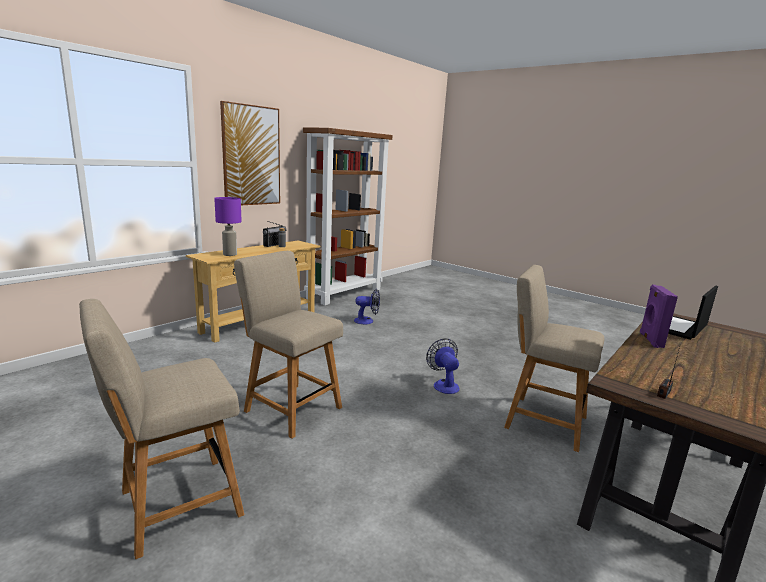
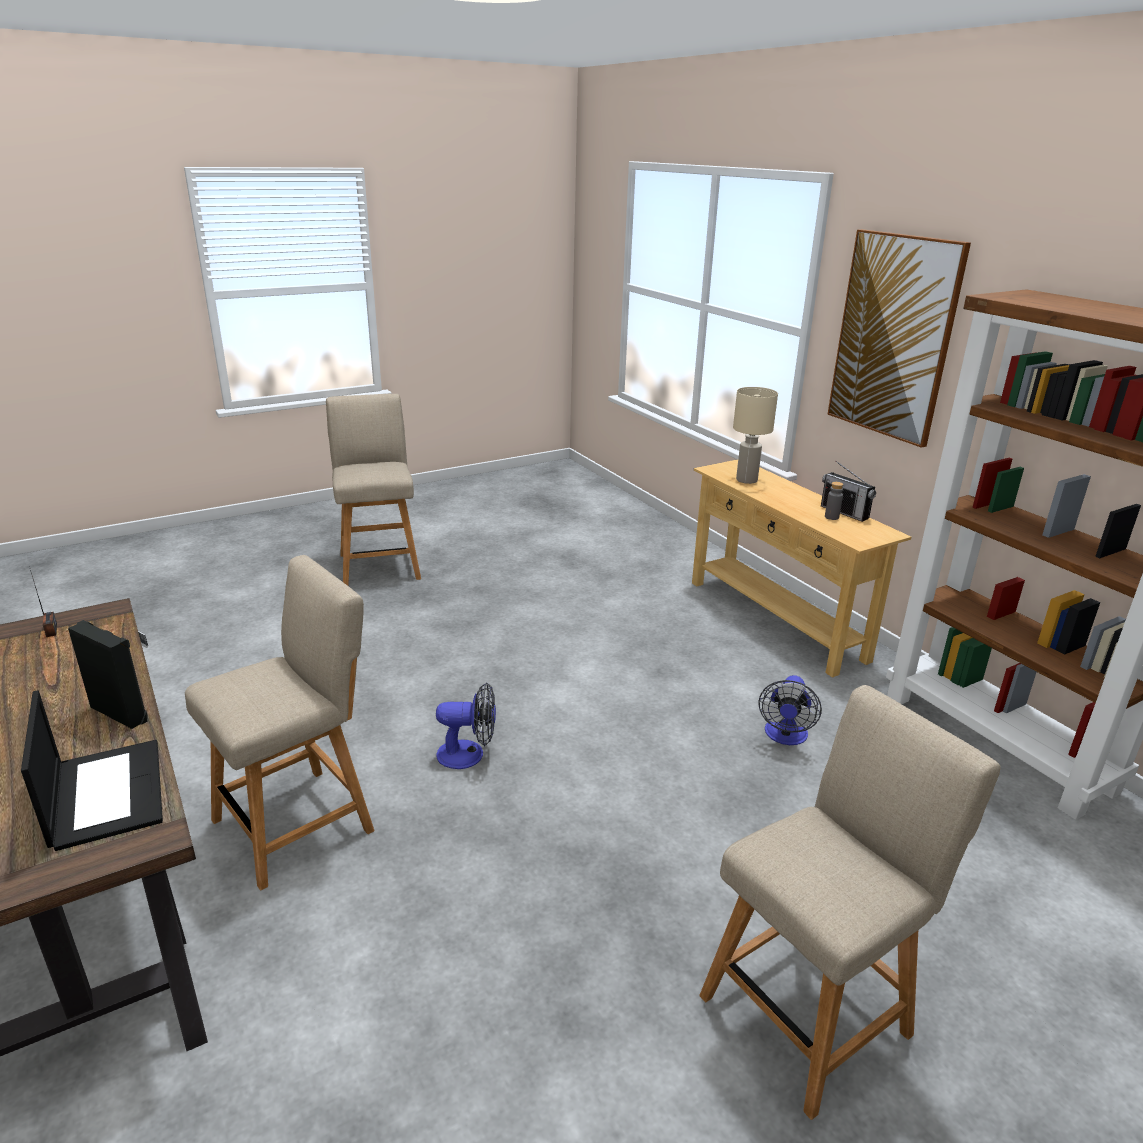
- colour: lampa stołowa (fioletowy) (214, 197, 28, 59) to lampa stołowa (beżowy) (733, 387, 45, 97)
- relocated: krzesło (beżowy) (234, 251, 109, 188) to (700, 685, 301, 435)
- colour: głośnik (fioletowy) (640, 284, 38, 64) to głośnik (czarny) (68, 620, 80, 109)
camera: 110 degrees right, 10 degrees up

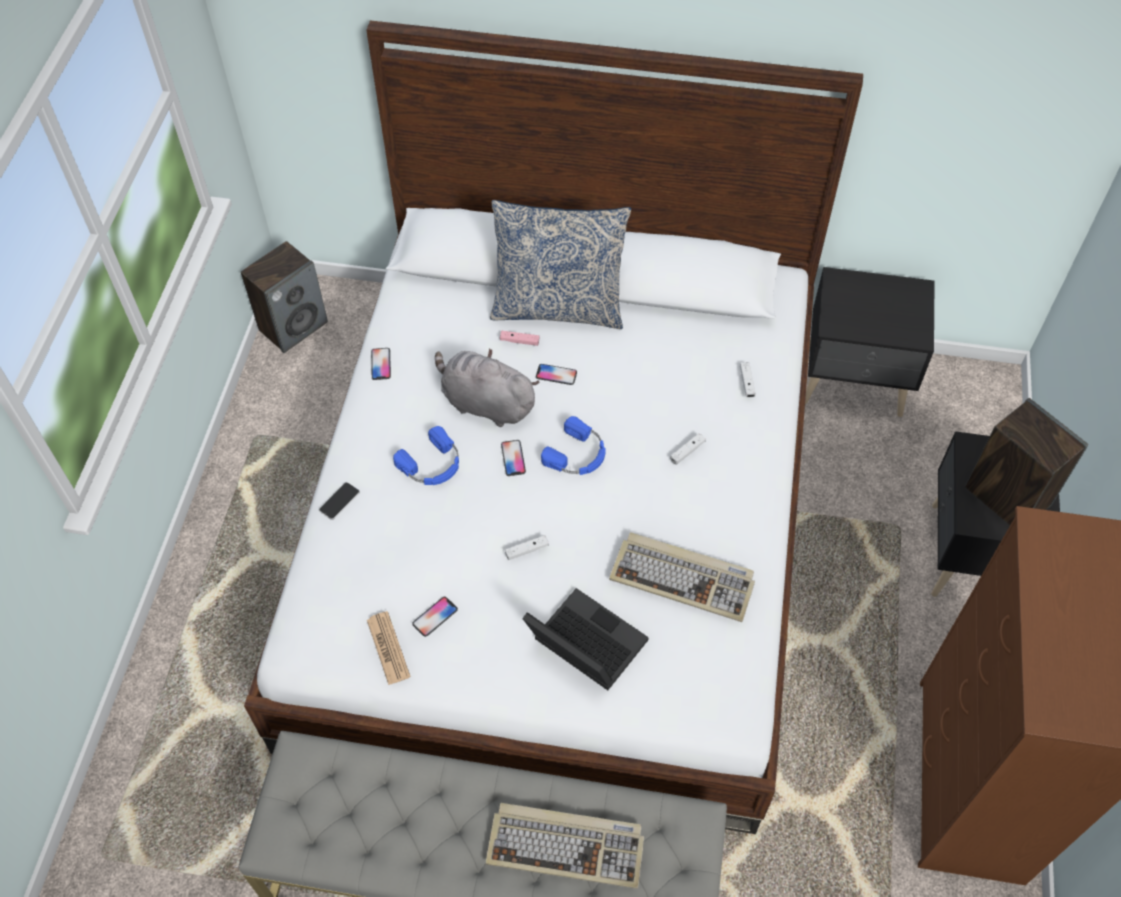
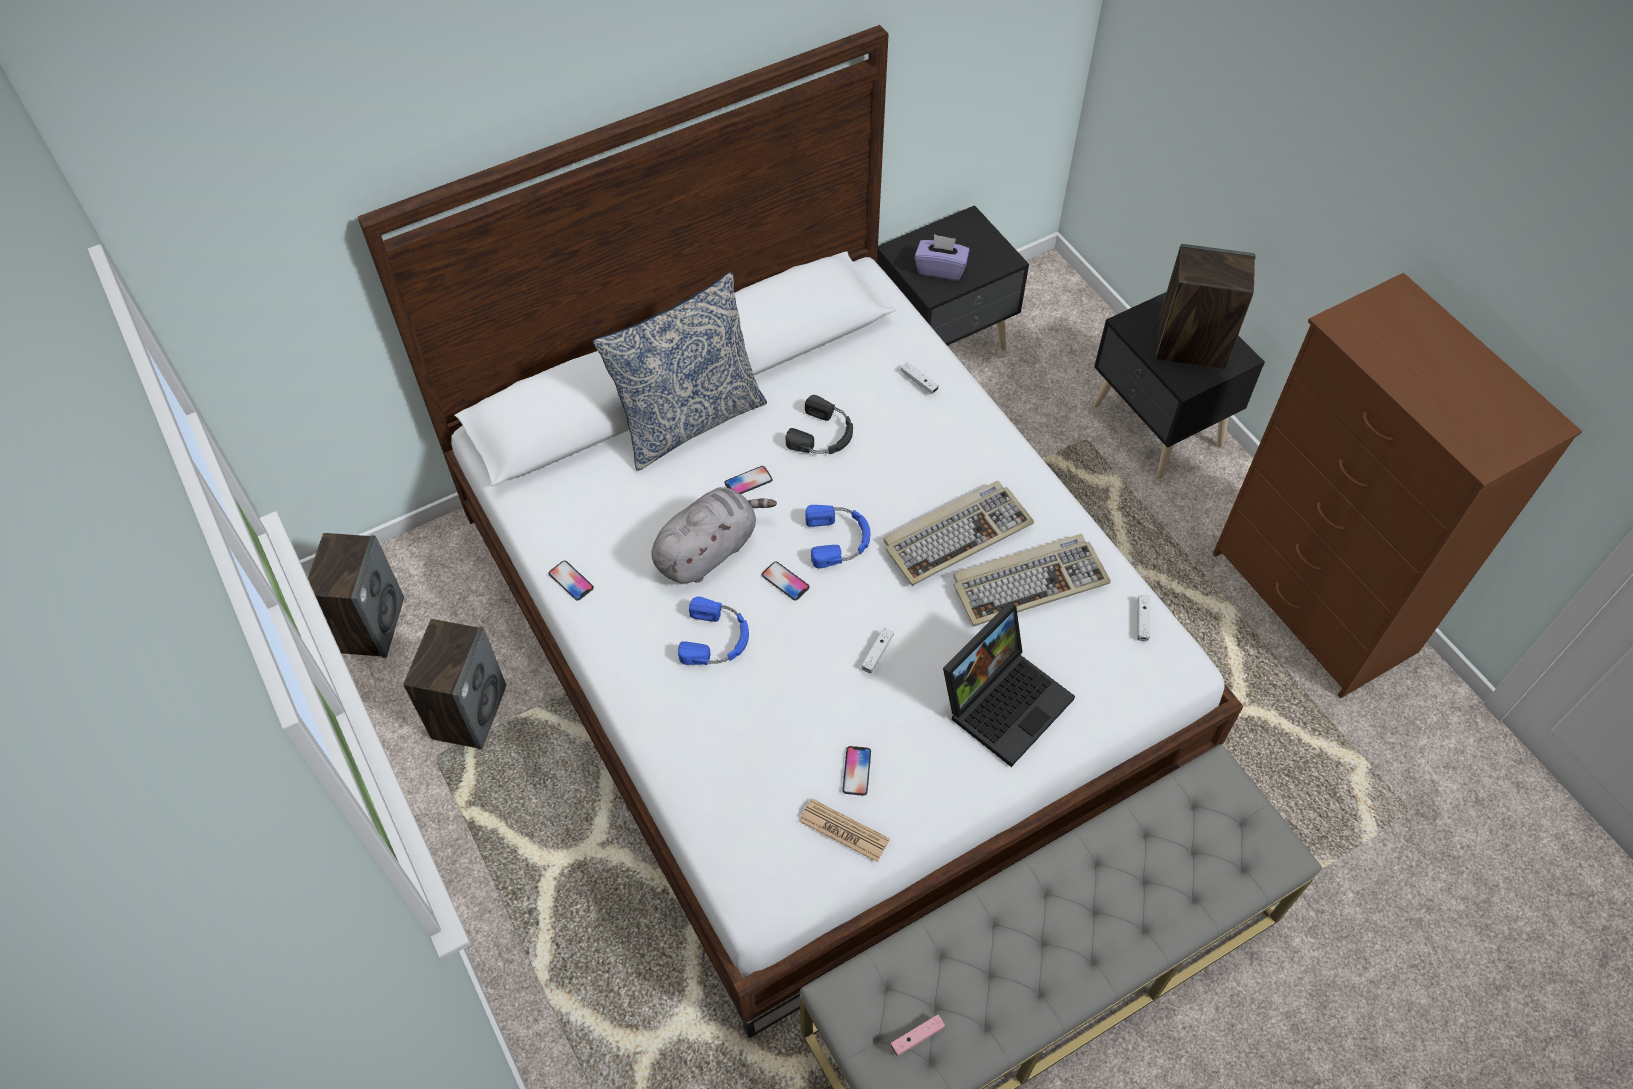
- missing: telefon (319, 482, 41, 38)
- spun: pluszak (szary) (435, 348, 105, 79) = (651, 487, 126, 97) 150 degrees clockwise
- relocated: klawiatura (486, 803, 158, 86) to (884, 481, 150, 105)
- relocated: pad do gier (różowy) (500, 331, 39, 15) to (891, 1014, 54, 42)
- spun: laptop (522, 588, 127, 102) = (943, 602, 132, 165) 135 degrees clockwise
- relocated: pad do gier (biały) (670, 433, 36, 32) to (1137, 595, 13, 46)
- appeared: głośnik (403, 619, 103, 130)
- appeared: słuchawki (czarny) (786, 395, 67, 59)
- appeared: pudełko chusteczek (fioletowy) (915, 234, 55, 47)
camera: 40 degrees left, 0 degrees up

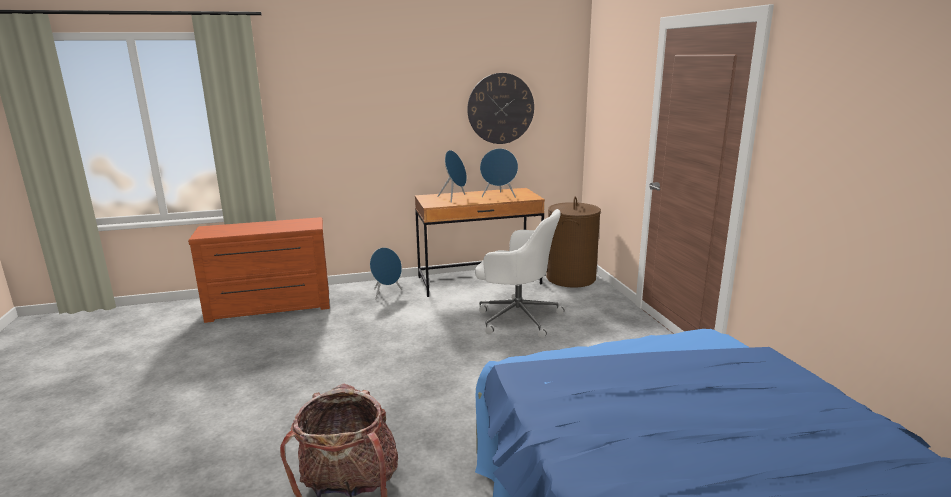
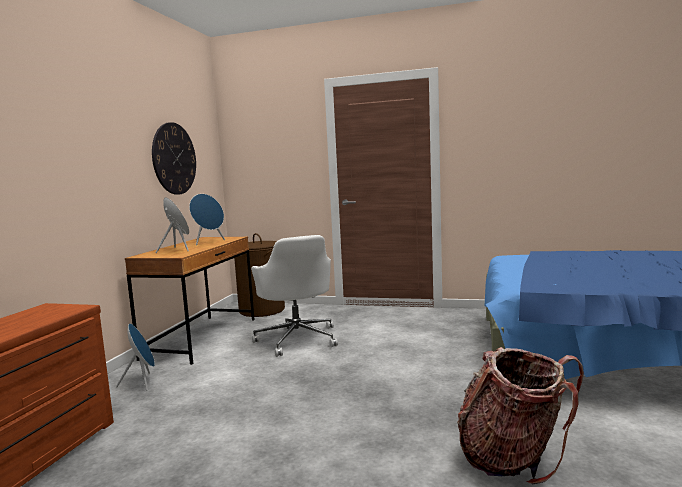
- spun: krzesło biurowe (biały) (475, 209, 90, 129) = (251, 235, 87, 122) 105 degrees clockwise
camera: 60 degrees left, 10 degrees down

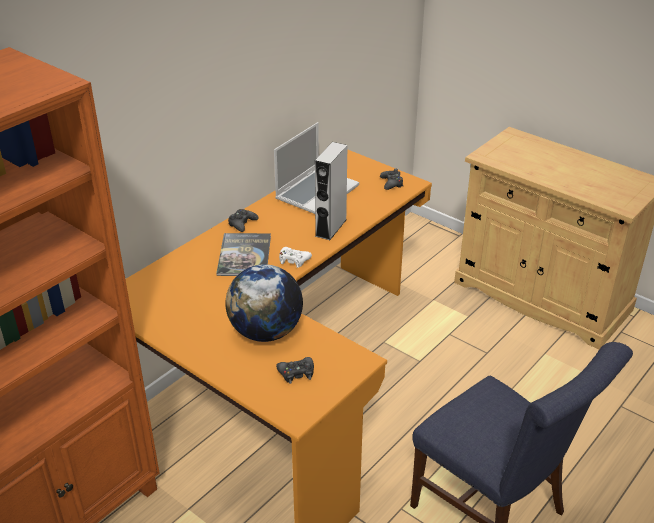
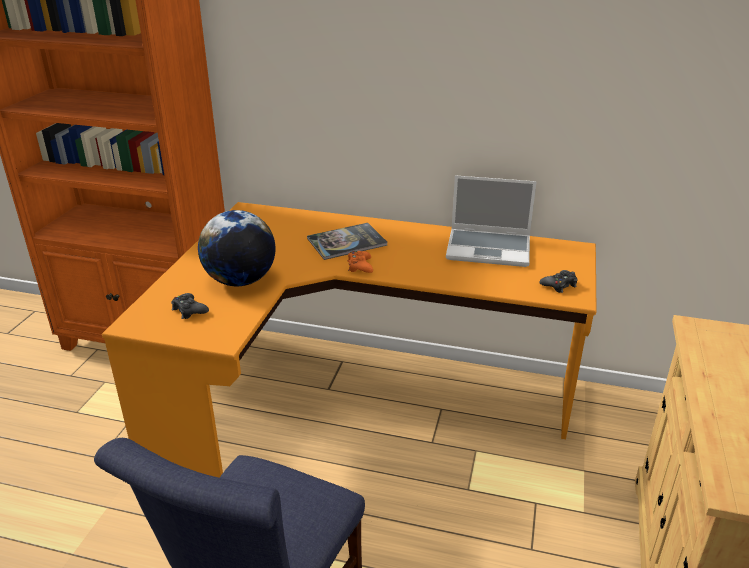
- missing: pad do gier (czarny) (228, 209, 31, 23)
- colour: pad do gier (biały) (279, 247, 33, 21) to pad do gier (pomarańczowy) (347, 251, 26, 22)
- missing: głośnik (szary) (315, 142, 33, 98)
camera: 65 degrees right, 5 degrees down

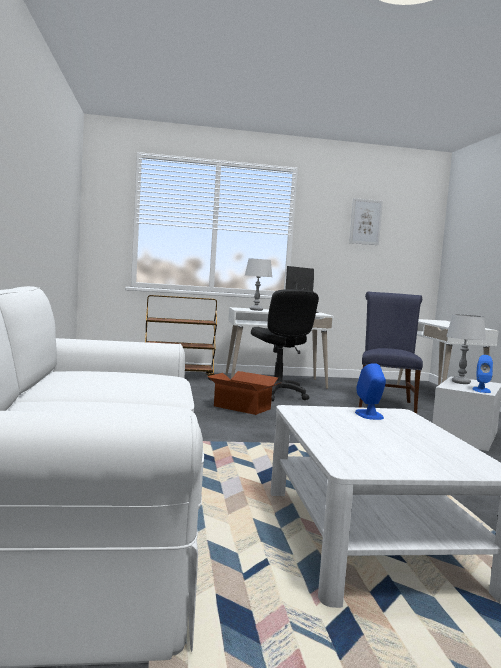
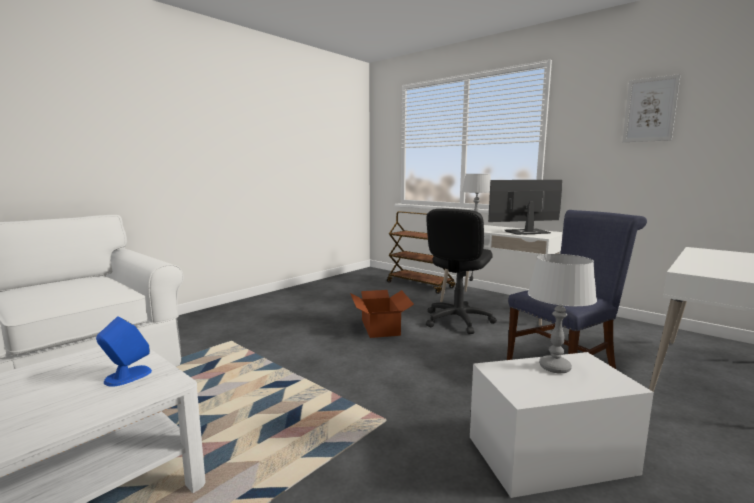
- missing: głośnik (niebieski) (473, 355, 20, 38)
camera: 50 degrees right, 5 degrees up

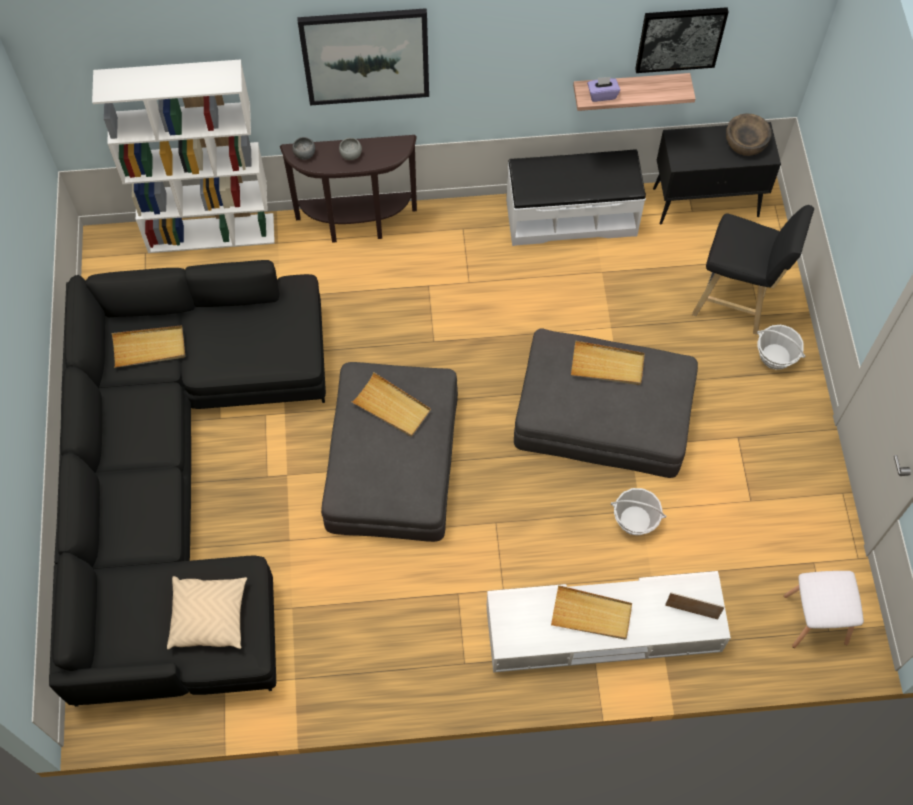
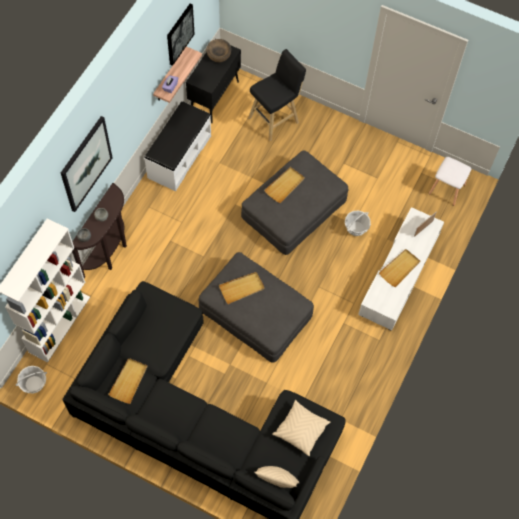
- relocated: koszyk (757, 325, 48, 45) to (16, 366, 31, 27)
- appeared: poduszka (beżowy) (254, 466, 46, 22)
camera: 60 degrees left, 0 degrees up

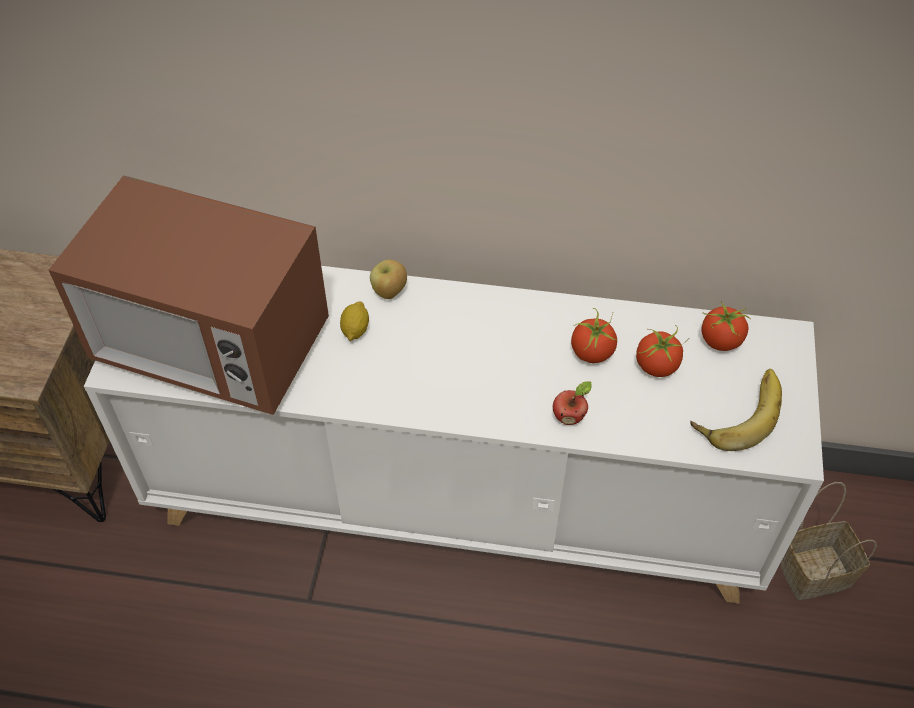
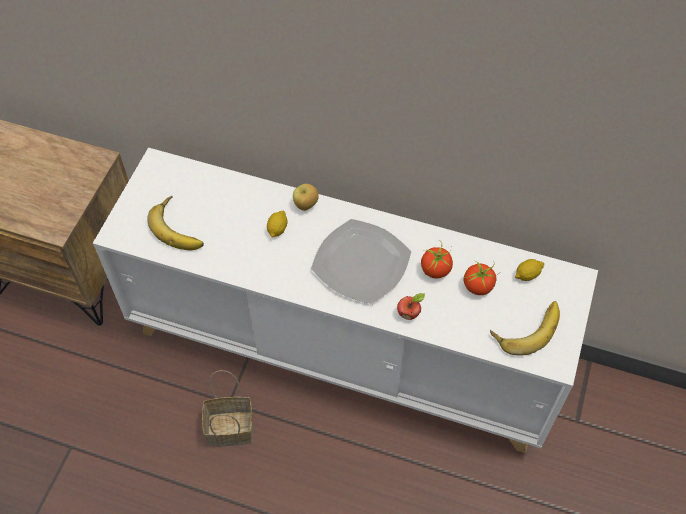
- exchanged: mikrofalówka (49, 175, 280, 240) to banan (147, 196, 57, 54)
- exchanged: pomidor (701, 301, 50, 50) to cytryna (515, 259, 29, 22)
- relocated: koszyk (780, 482, 97, 118) to (202, 370, 51, 77)
- appeared: talerz (311, 219, 100, 85)
camera: 10 degrees right, 5 degrees up

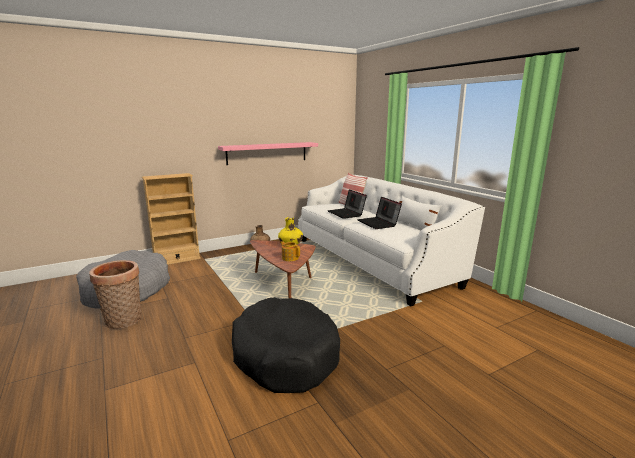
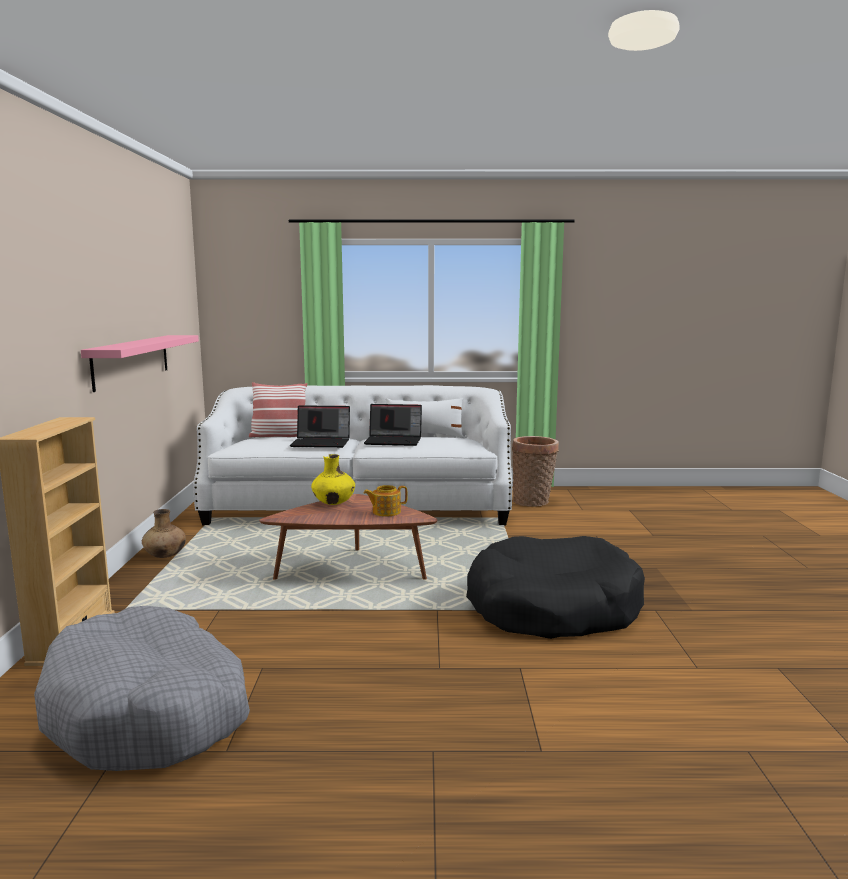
- relocated: koszyk (89, 260, 52, 69) to (512, 436, 47, 71)
camera: 60 degrees left, 5 degrees down

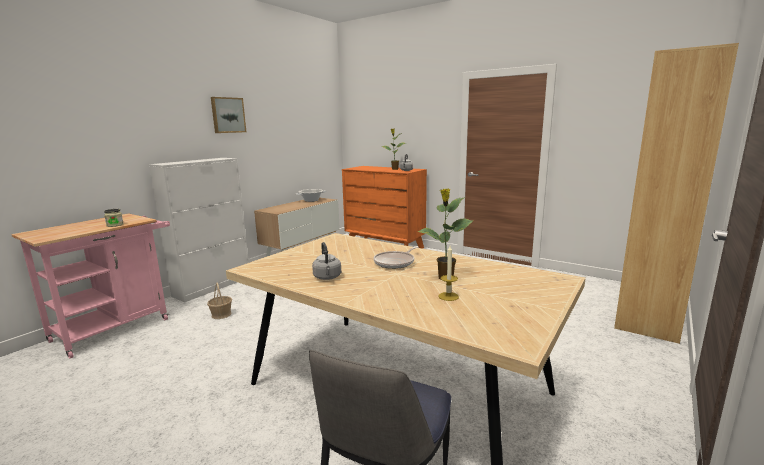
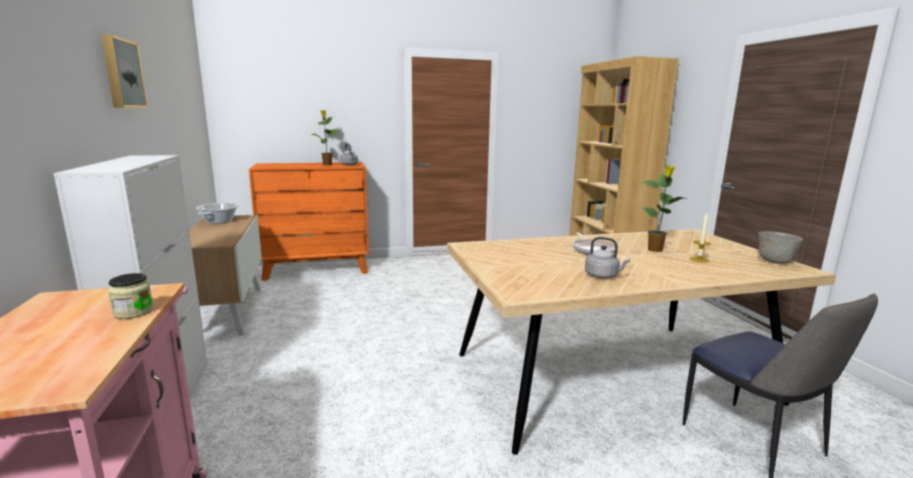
- missing: koszyk (207, 283, 25, 36)
- appeared: miska (szary) (758, 231, 45, 33)
camera: 50 degrees left, 0 degrees up

